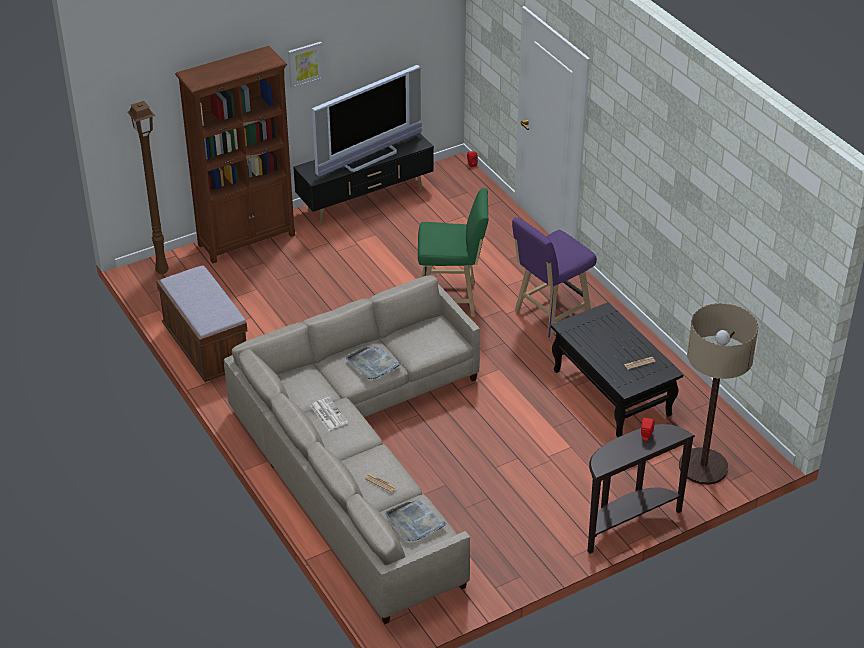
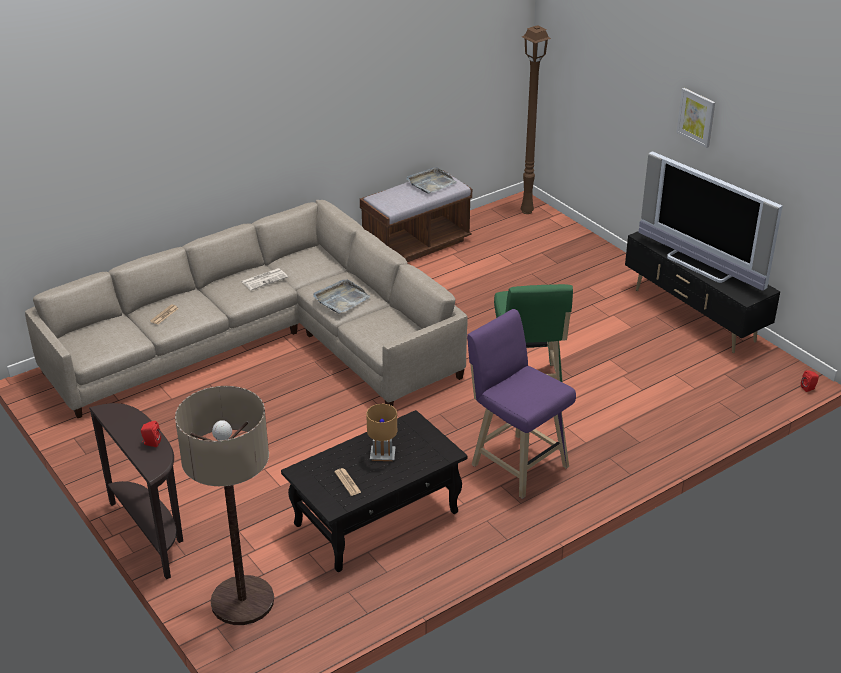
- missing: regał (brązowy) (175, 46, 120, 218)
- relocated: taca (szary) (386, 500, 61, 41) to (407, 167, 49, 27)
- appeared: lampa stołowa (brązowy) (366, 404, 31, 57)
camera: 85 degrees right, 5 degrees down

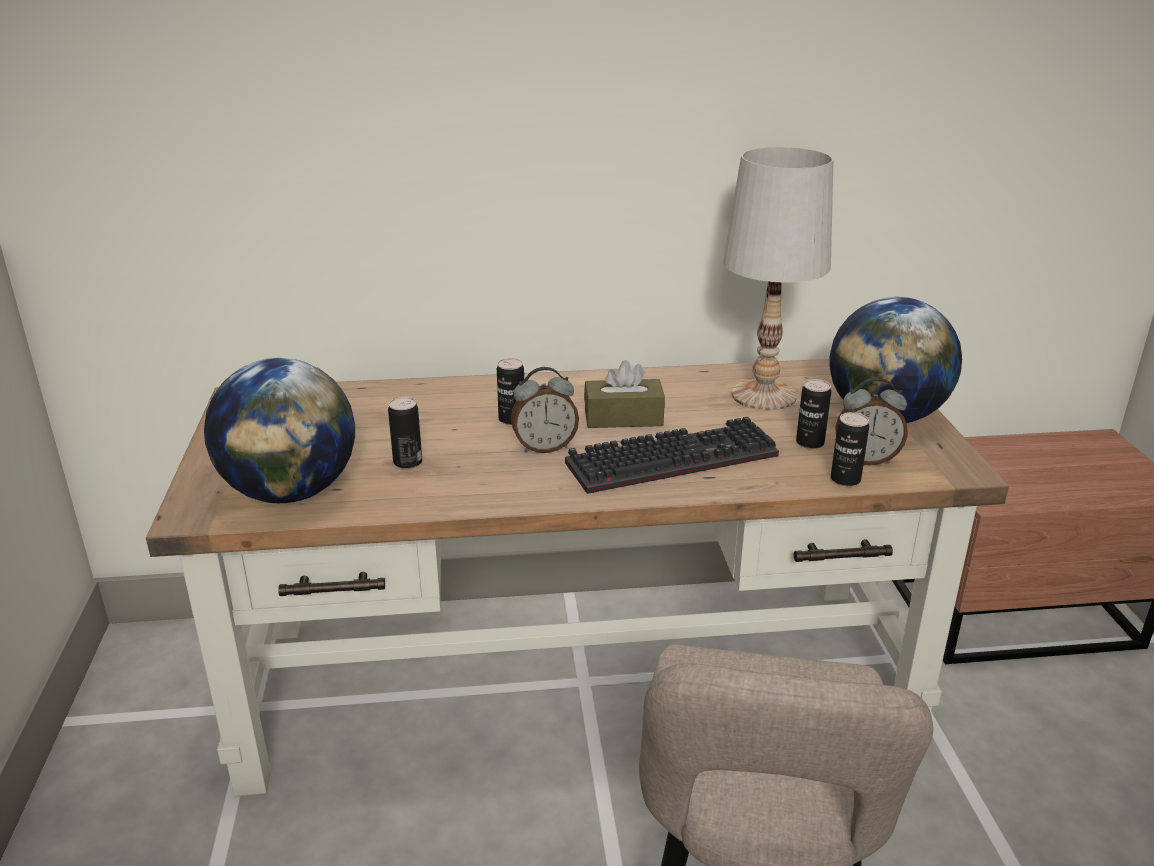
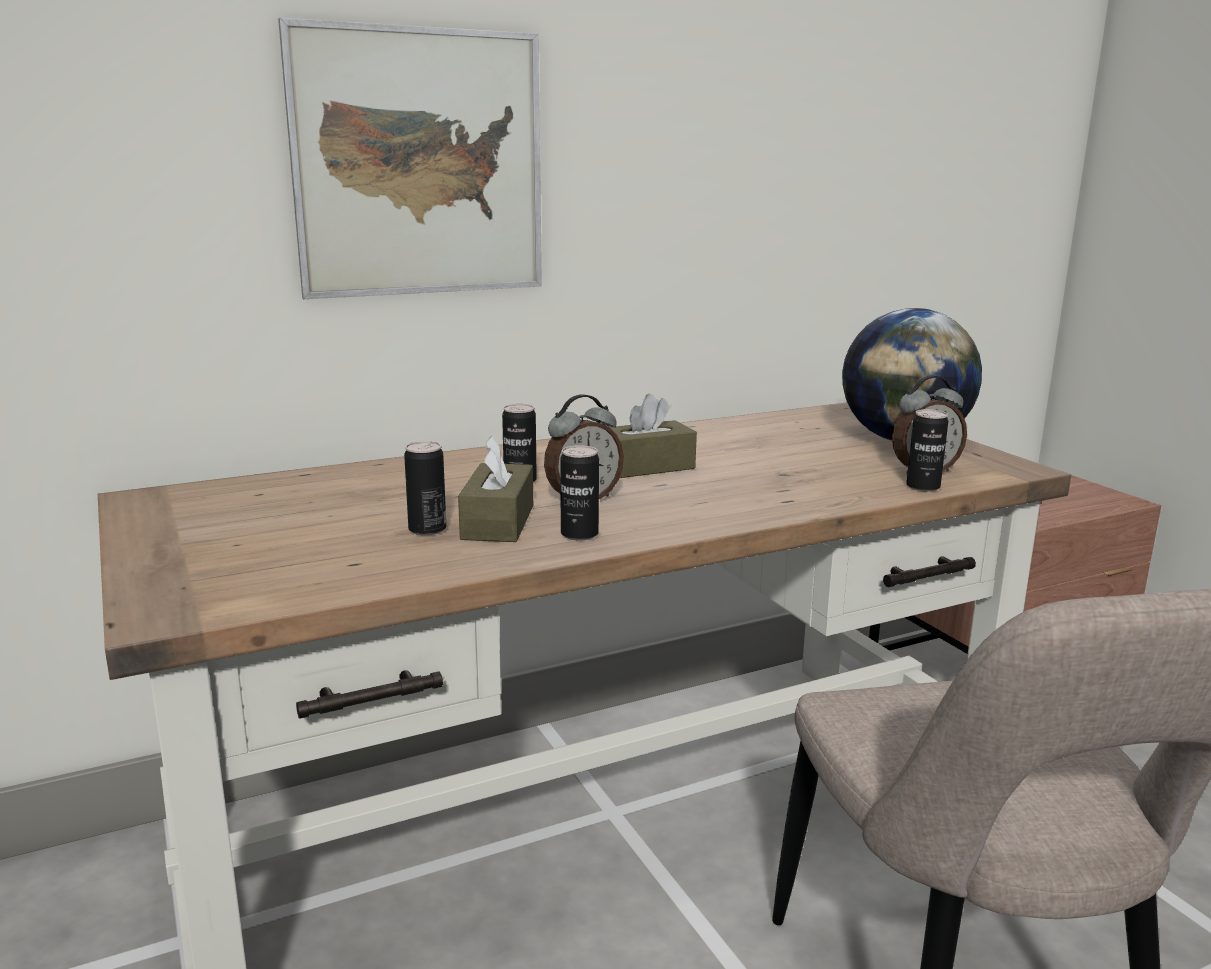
- missing: globus (204, 358, 151, 145)
- missing: klawiatura (565, 417, 214, 77)
- missing: lampa stołowa (biały) (723, 147, 111, 263)
- relocated: puszka (796, 379, 35, 70) to (560, 445, 39, 96)
- appeared: obraz (278, 18, 264, 281)
- appeared: pudełko chusteczek (brązowy) (458, 436, 75, 106)
camera: 20 degrees left, 10 degrees down

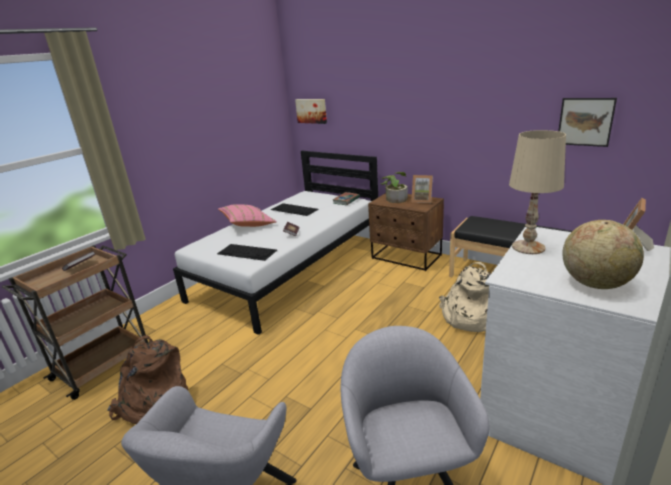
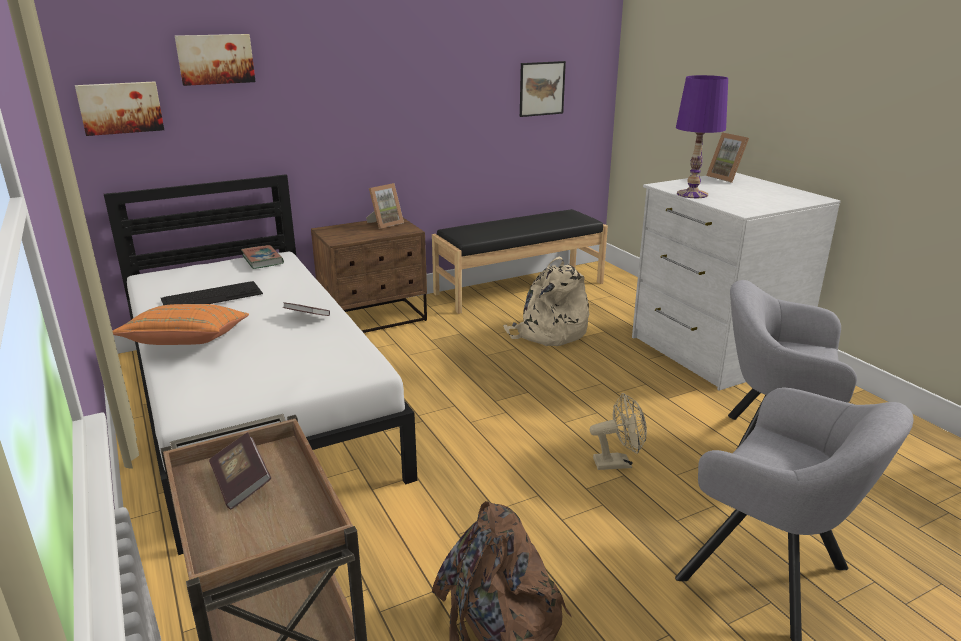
- missing: klawiatura (217, 244, 60, 17)
- colour: poduszka (różowy) (218, 204, 59, 23) to poduszka (pomarańczowy) (112, 304, 137, 41)
- missing: roślina doniczkowa (380, 172, 28, 31)
- colour: lampa stołowa (beżowy) (509, 130, 57, 124) to lampa stołowa (fioletowy) (676, 75, 52, 123)
- missing: globus (562, 220, 82, 69)
- appeared: obraz (175, 34, 80, 52)
- appeared: wentylator (beżowy) (590, 393, 57, 77)
camera: 65 degrees left, 0 degrees up

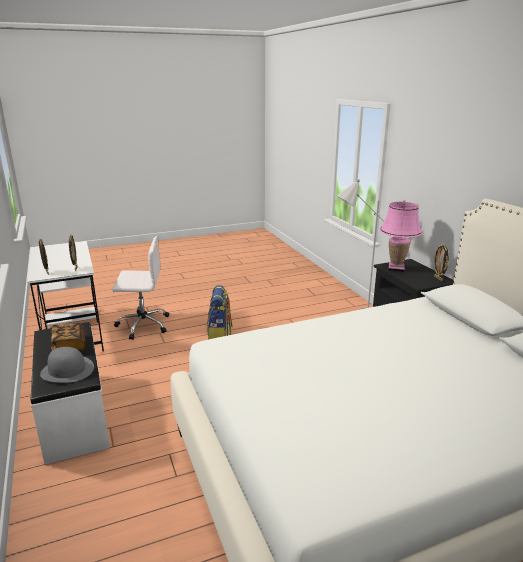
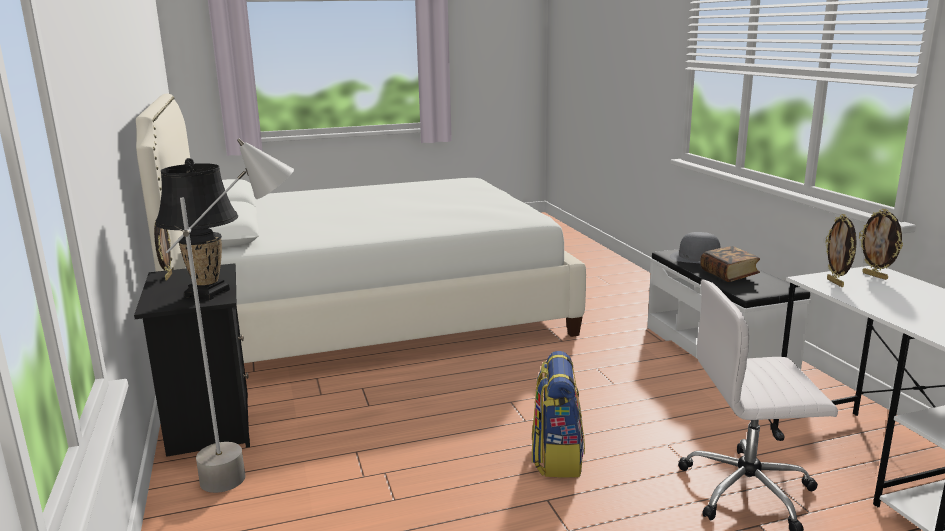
- colour: lampa stołowa (różowy) (380, 200, 42, 72) to lampa stołowa (czarny) (155, 158, 83, 142)
camera: 175 degrees left, 5 degrees down

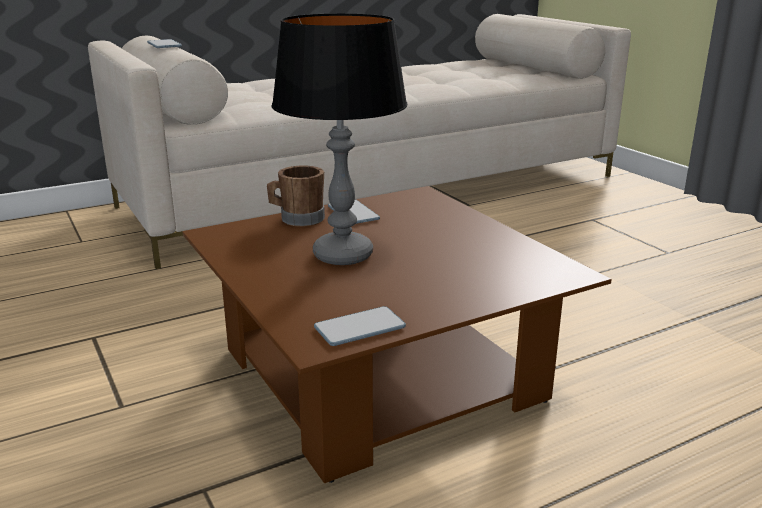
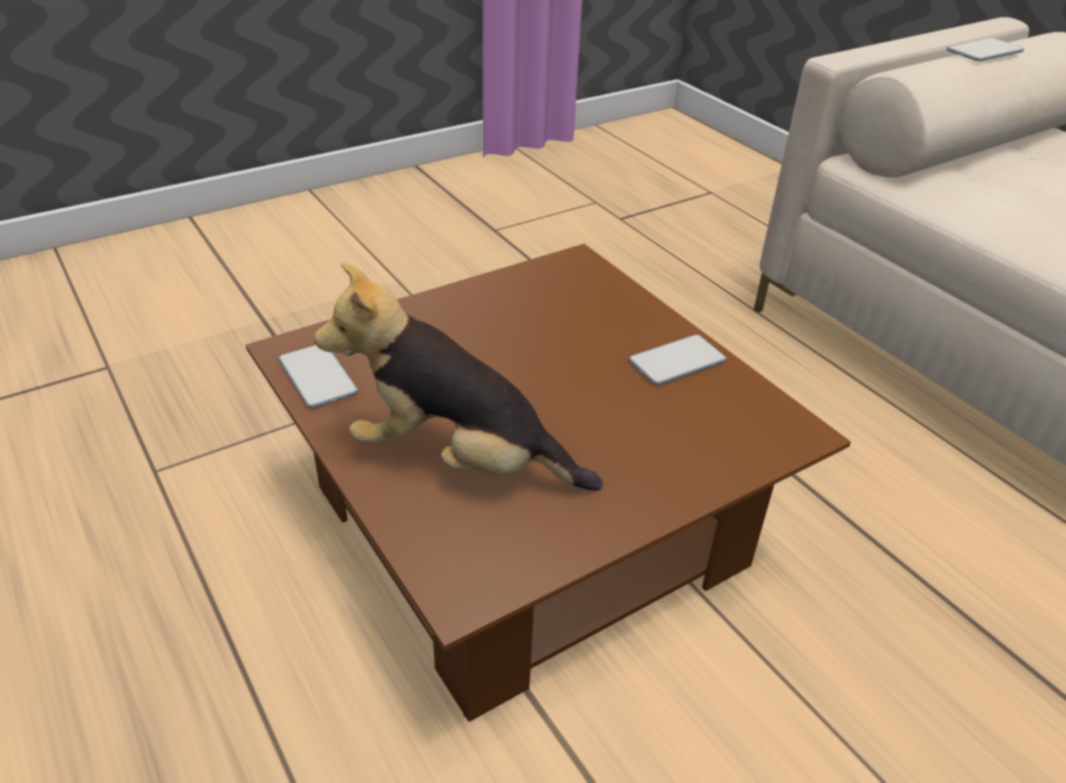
- missing: kubek (brązowy) (267, 165, 58, 62)
- missing: lampa stołowa (272, 13, 135, 252)
- appeared: pluszak (314, 263, 289, 228)
camera: 85 degrees right, 15 degrees up

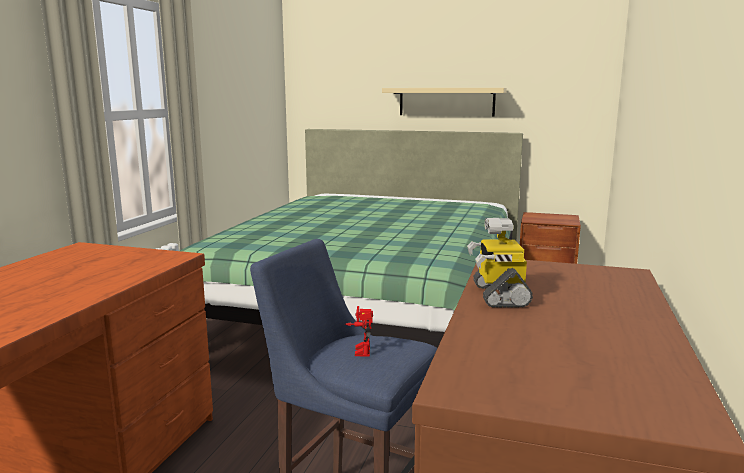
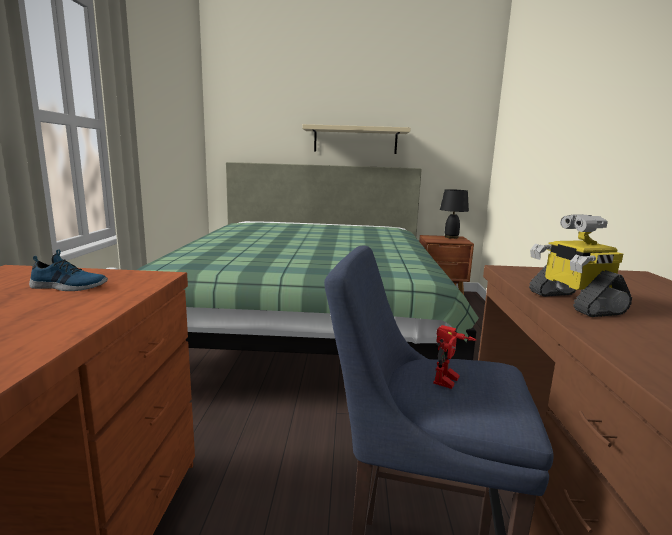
- spun: robot zabawkowy (345, 306, 28, 50) = (433, 325, 43, 64) 135 degrees counterclockwise
- appeared: but (29, 249, 79, 42)
- appeared: lampa stołowa (czarny) (440, 189, 29, 50)
camera: 15 degrees left, 0 degrees up

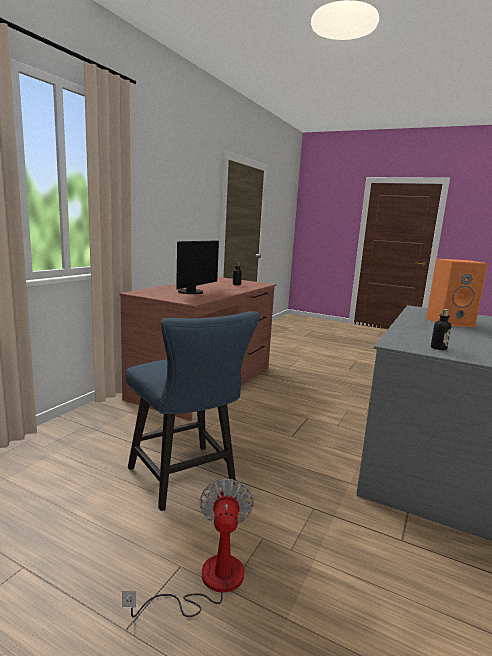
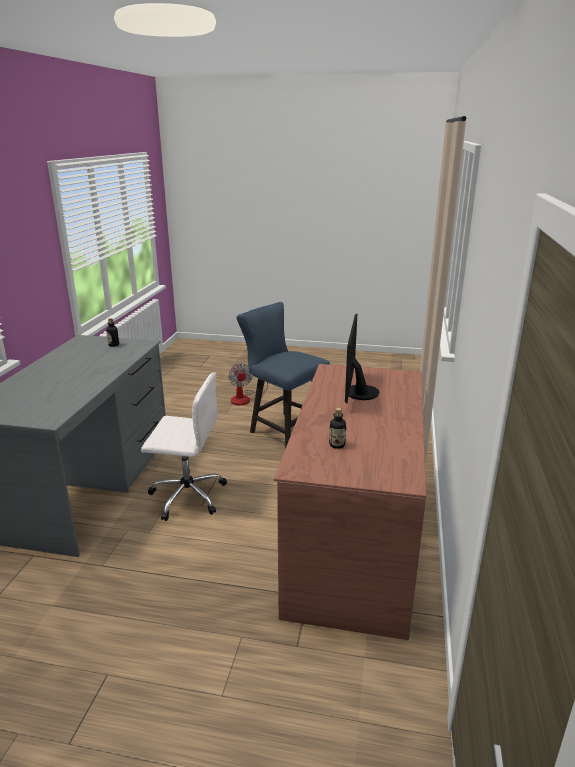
- missing: głośnik (pomarańczowy) (426, 258, 62, 69)
- appeared: krzesło biurowe (biały) (141, 372, 86, 149)
camera: 165 degrees right, 10 degrees up

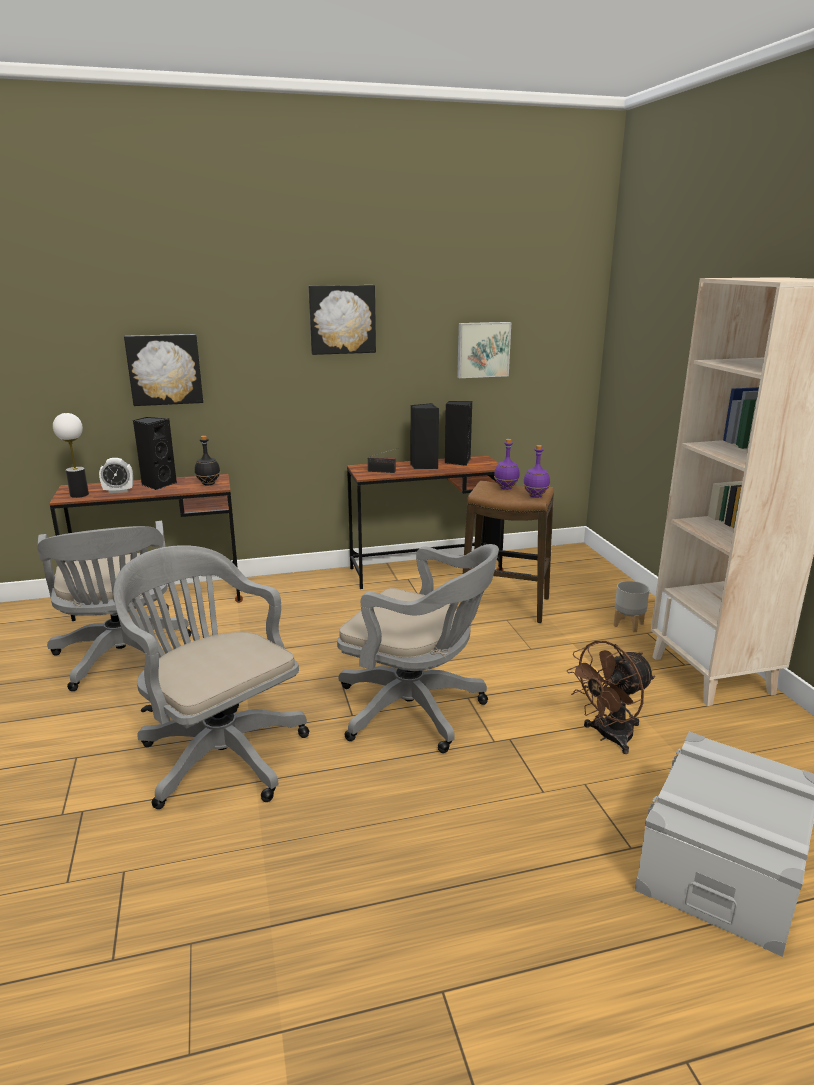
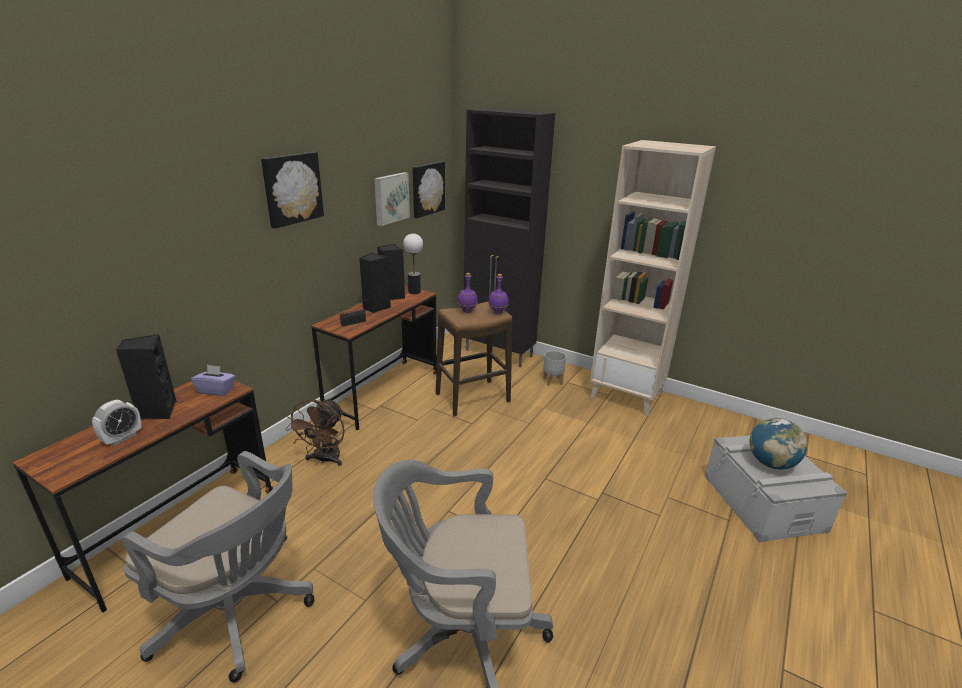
- relocated: lampa stołowa (53, 413, 36, 85) to (403, 233, 20, 61)
- relocated: obraz (124, 334, 79, 72) to (413, 161, 32, 57)
- exchanged: butelka (czarny) (195, 436, 25, 50) to pudełko chusteczek (fioletowy) (191, 365, 44, 31)
- missing: krzesło biurowe (szary) (337, 544, 162, 209)
- relocated: wentylator (brązowy) (567, 641, 88, 113) to (286, 398, 59, 68)
- appeared: szafka (czarny) (464, 108, 91, 259)
- appeared: globus (749, 418, 58, 51)
camera: 45 degrees left, 5 degrees up

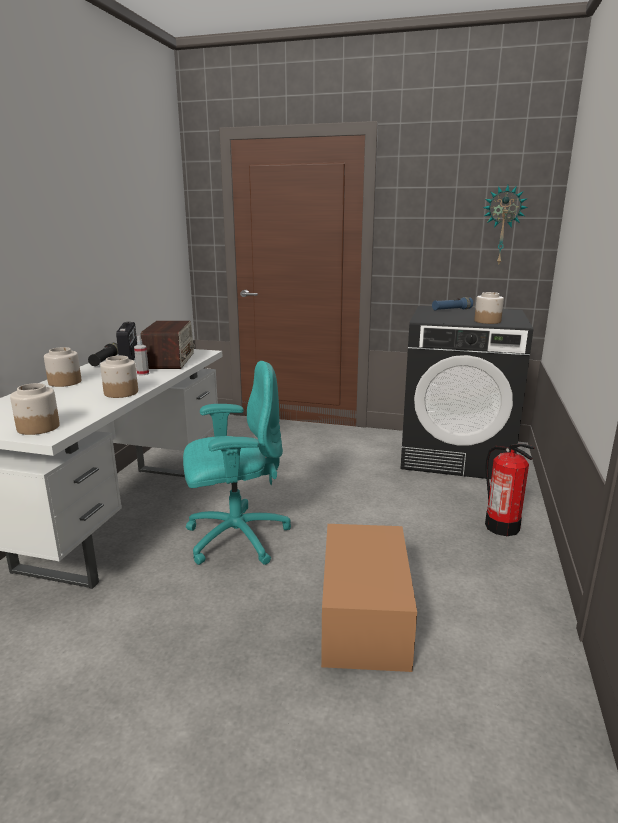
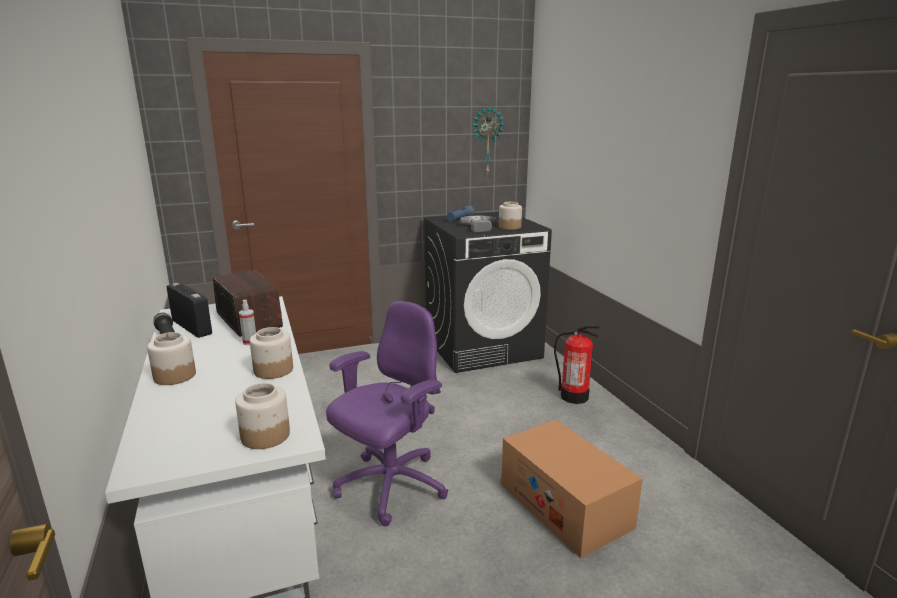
- colour: krzesło biurowe (turkusowy) (183, 361, 108, 204) to krzesło biurowe (fioletowy) (326, 301, 122, 225)
- appeared: wiertarka (460, 215, 36, 17)
camera: 35 degrees left, 0 degrees up

